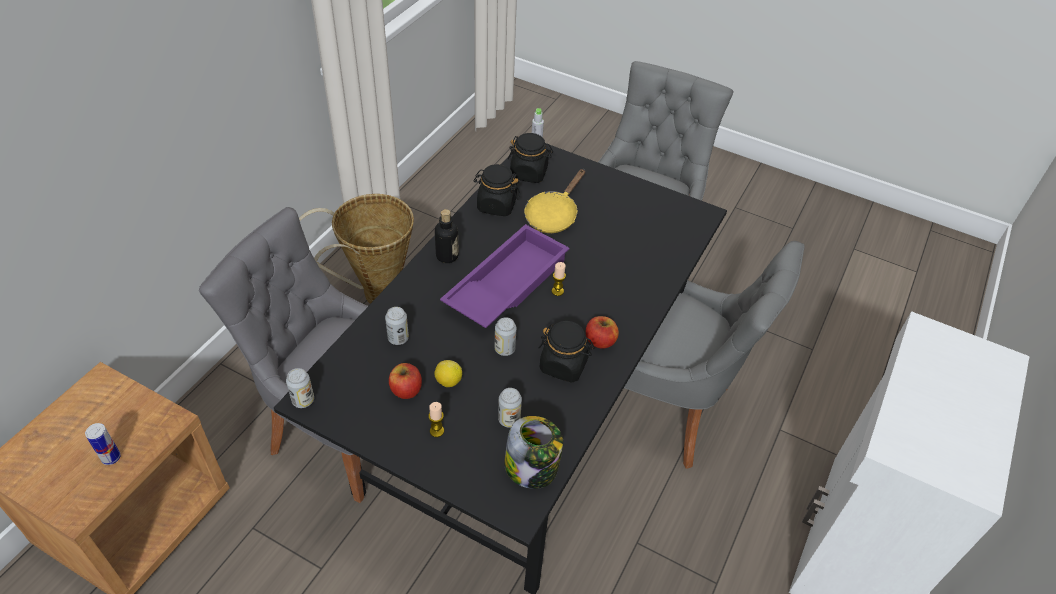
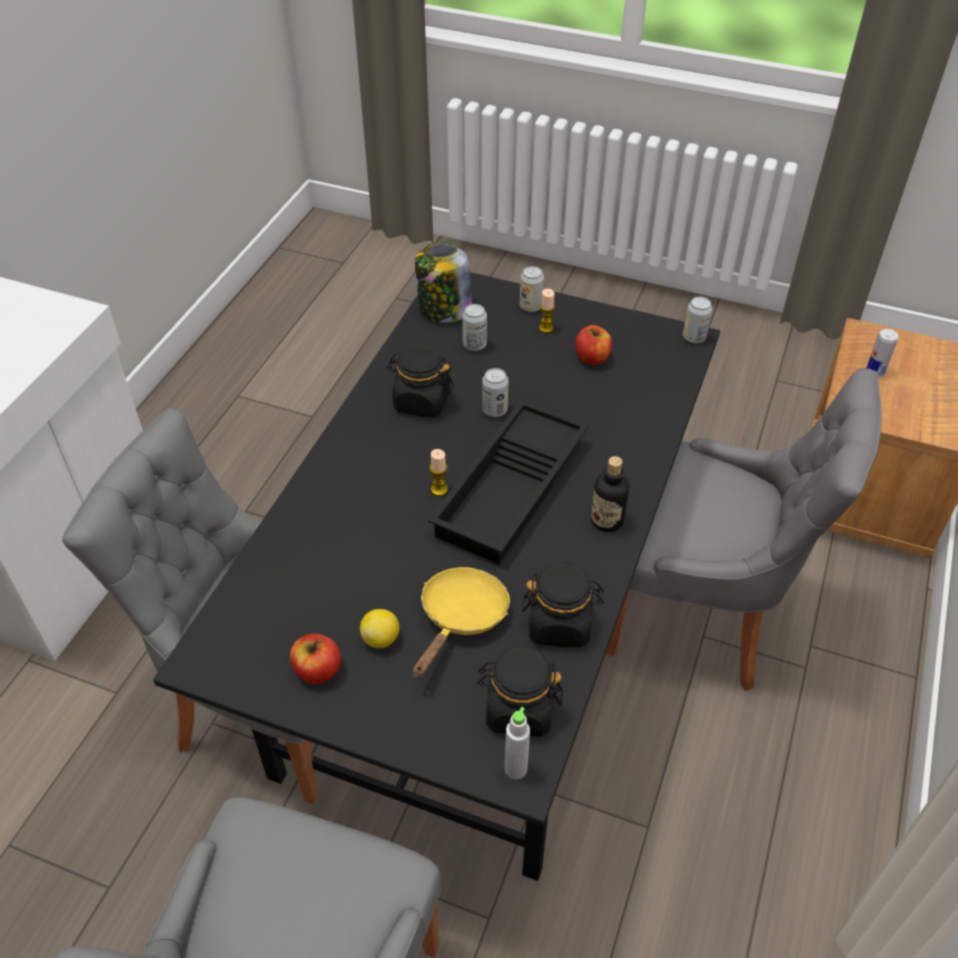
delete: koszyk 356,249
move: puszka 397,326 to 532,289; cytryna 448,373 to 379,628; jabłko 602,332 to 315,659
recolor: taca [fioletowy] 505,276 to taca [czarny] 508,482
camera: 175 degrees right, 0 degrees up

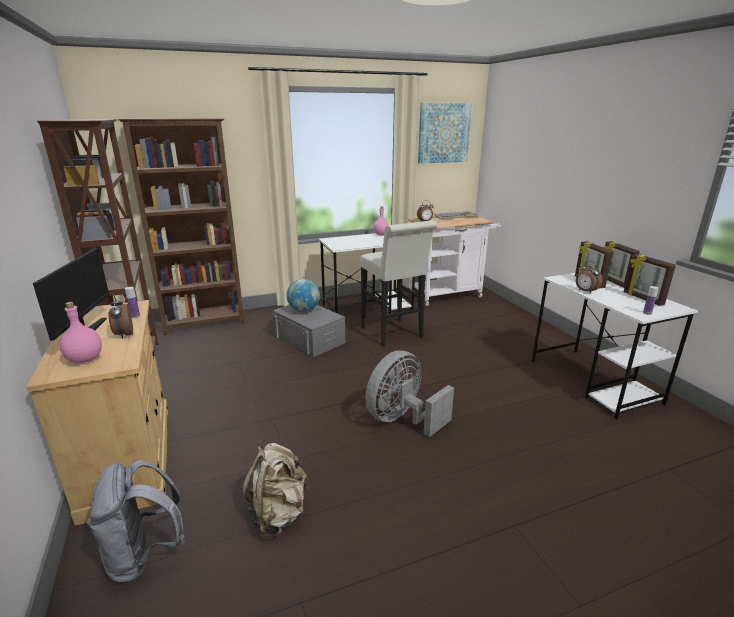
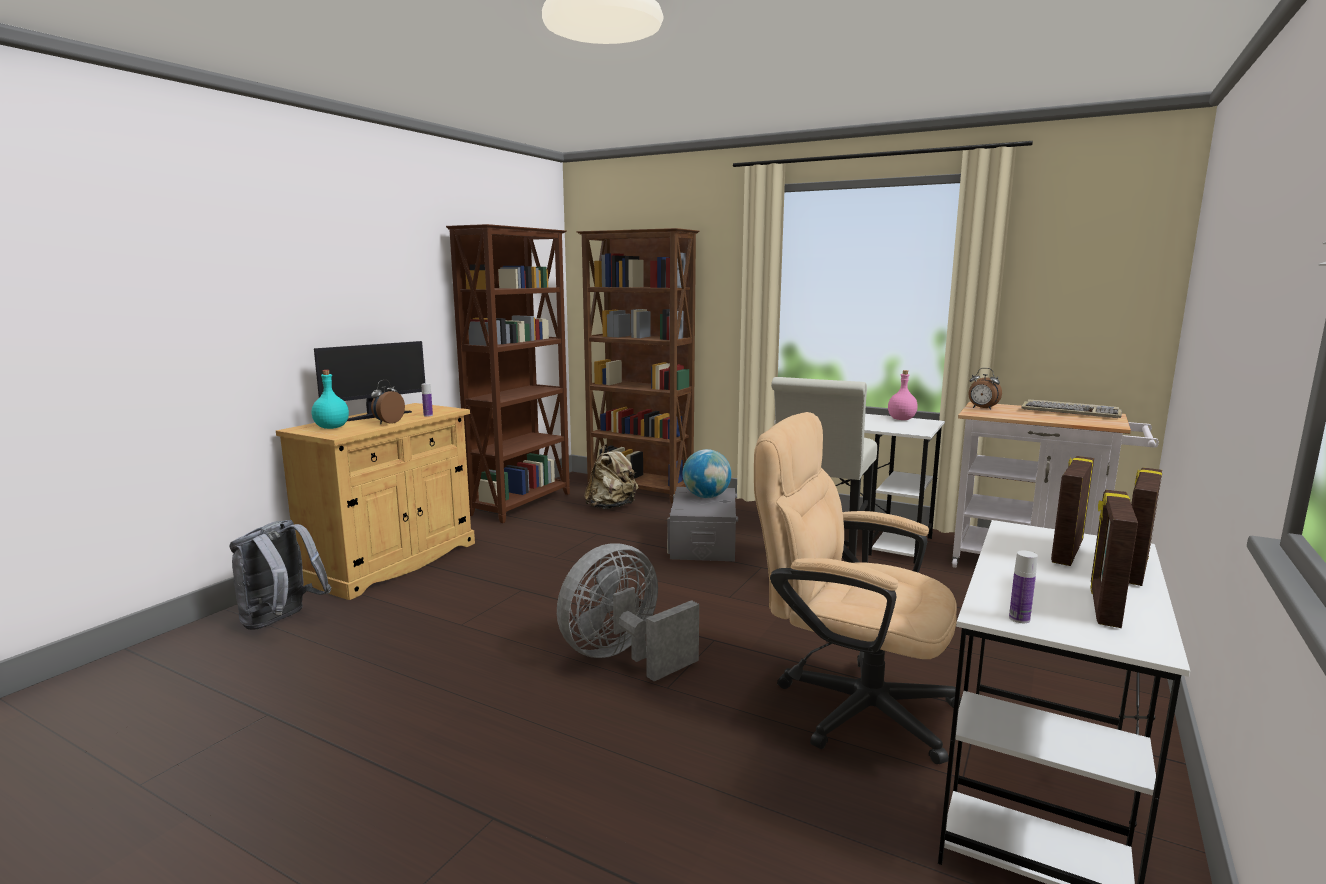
delete: obraz 445,133; budzik 589,277
insert: krzesło biurowe [beżowy] 857,588
move: plecak [beżowy] 275,489 to 611,476
recolor: butelka [różowy] 81,332 to butelka [turkusowy] 330,399
rotate: wentylator [szary] 409,393 = 628,612 45 degrees counterclockwise
camera: 50 degrees right, 10 degrees down

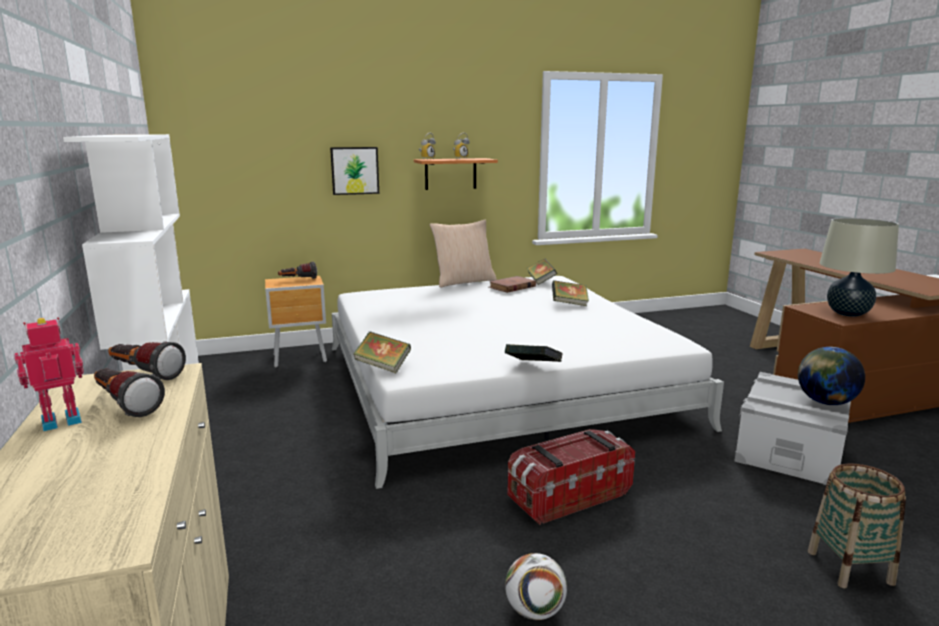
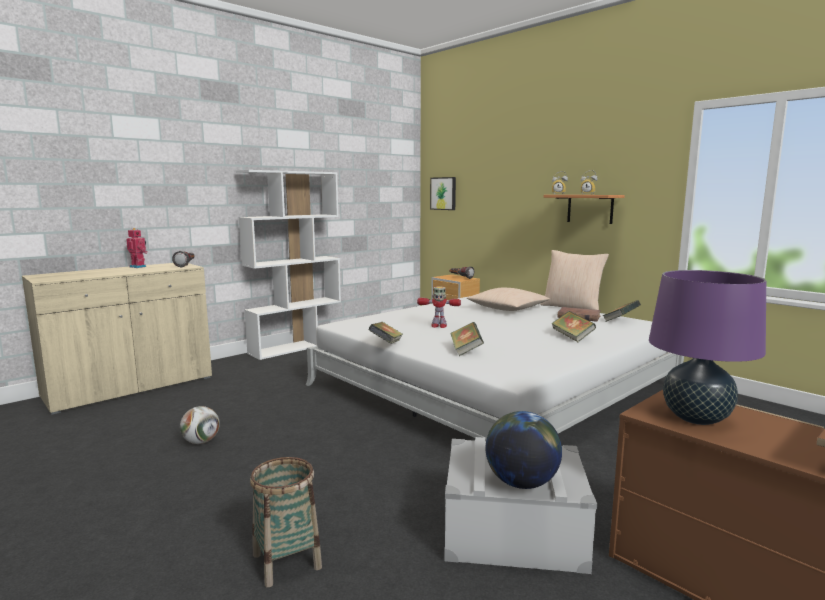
delete: latarka 129,392; pojemnik do przechowywania 571,477
insert: robot zabawkowy 439,307; poduszka [beżowy] 508,299
move: obraz 354,171 to 443,193; książka 382,352 to 467,339
recolor: lampa stołowa [beżowy] 859,267 to lampa stołowa [fioletowy] 707,347
camera: 65 degrees right, 5 degrees down

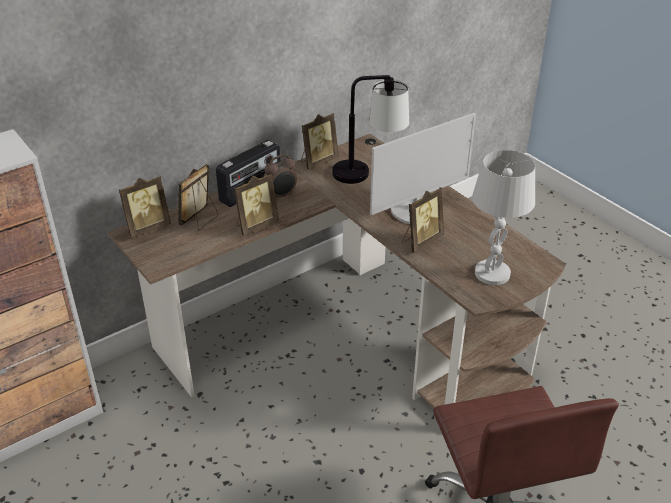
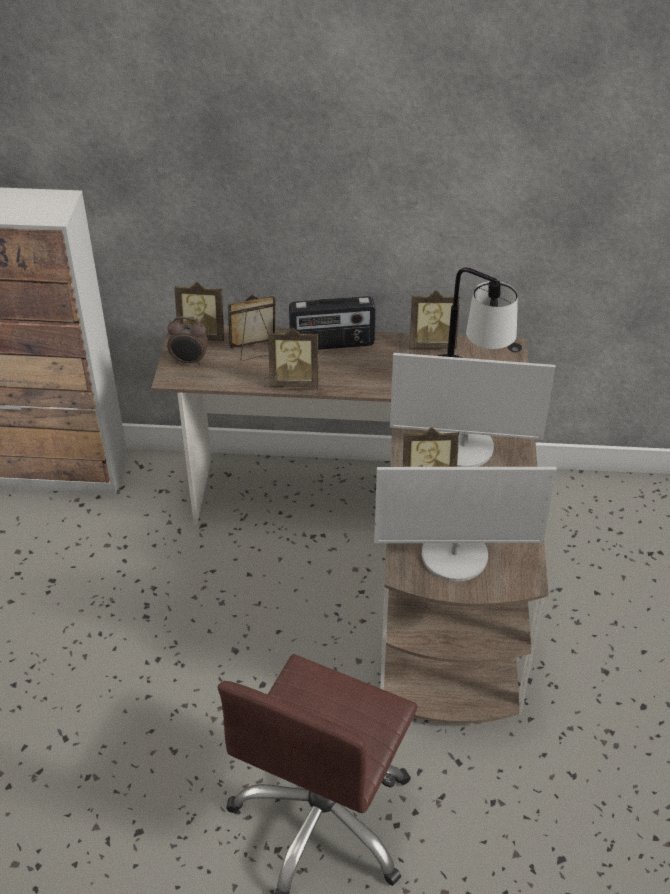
move: budzik 280,176 to 187,341
replace: lampa stołowa [biały] 503,217 to monitor 465,524
camera: 40 degrees right, 5 degrees up

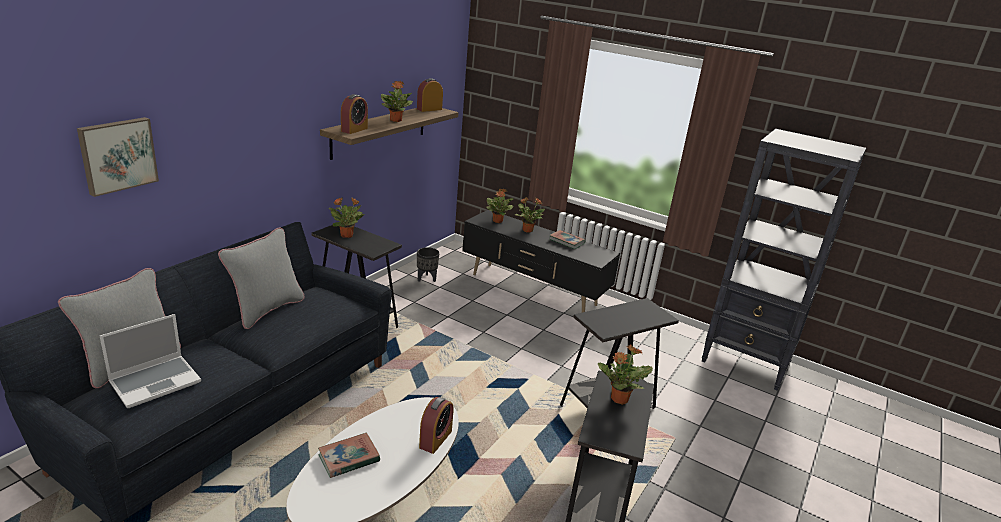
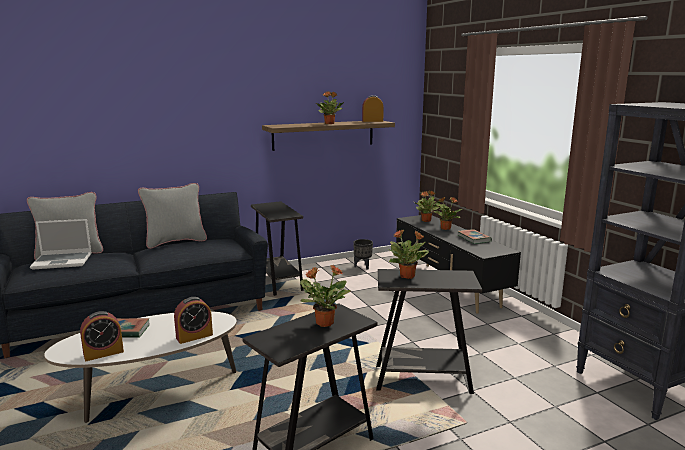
delete: obraz 118,157
move: roślina doniczkowa 346,218 to 408,254; budzik 354,114 to 102,336
camera: 35 degrees right, 10 degrees down

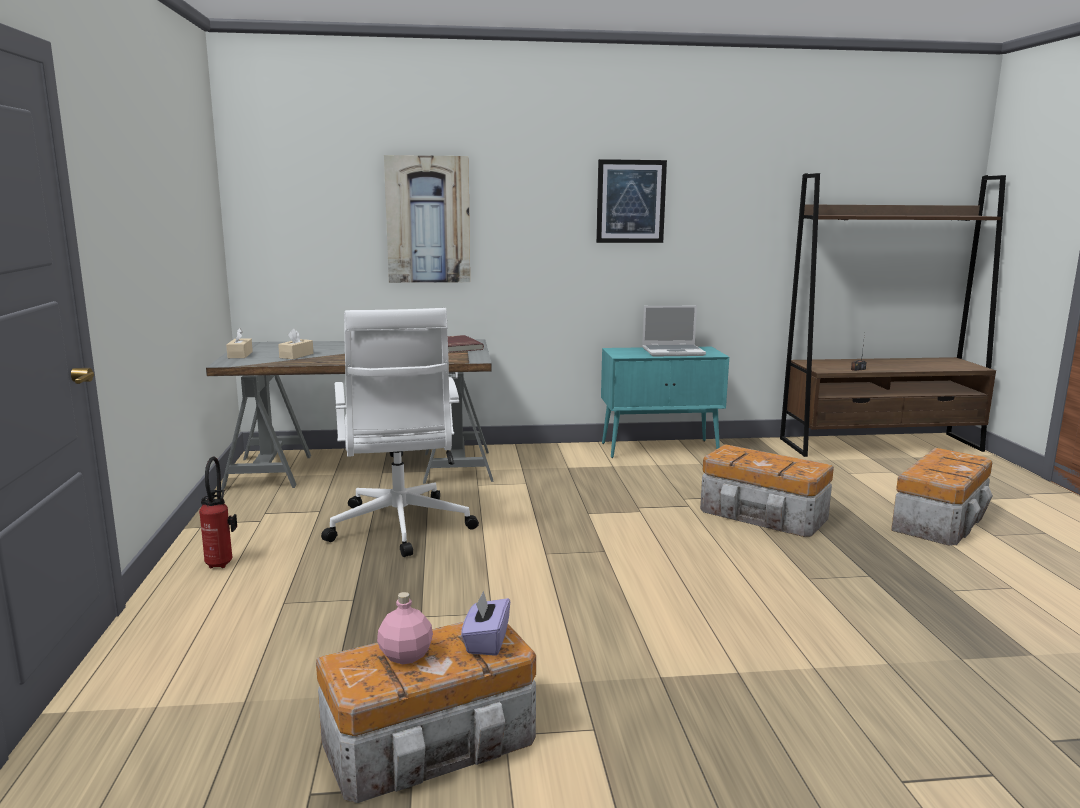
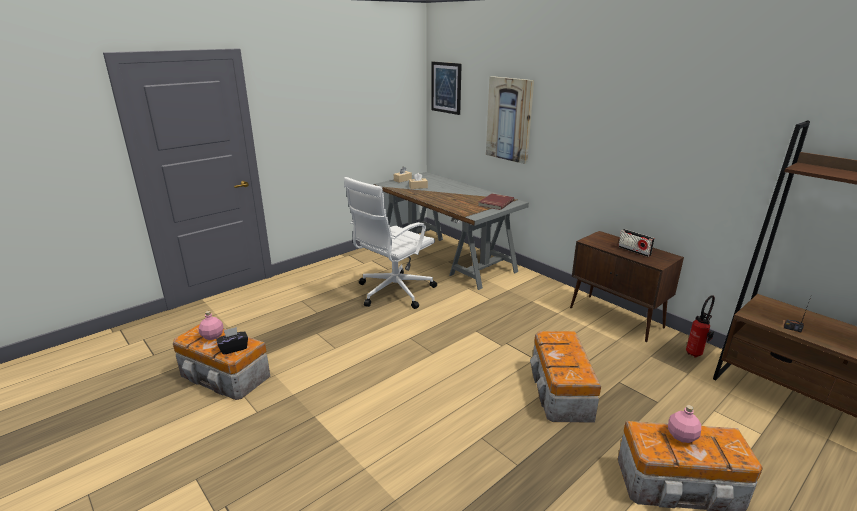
insert: butelka [różowy] 684,424
move: gaśnica 218,512 to 700,326; obraz 631,201 to 446,88
replace: laptop 674,331 to radio 636,243
recolor: pudełko chusteczek [fioletowy] 485,623 to pudełko chusteczek [czarny] 232,341; szafka [turkusowy] 665,402 to szafka [brązowy] 627,286
camera: 55 degrees right, 10 degrees up

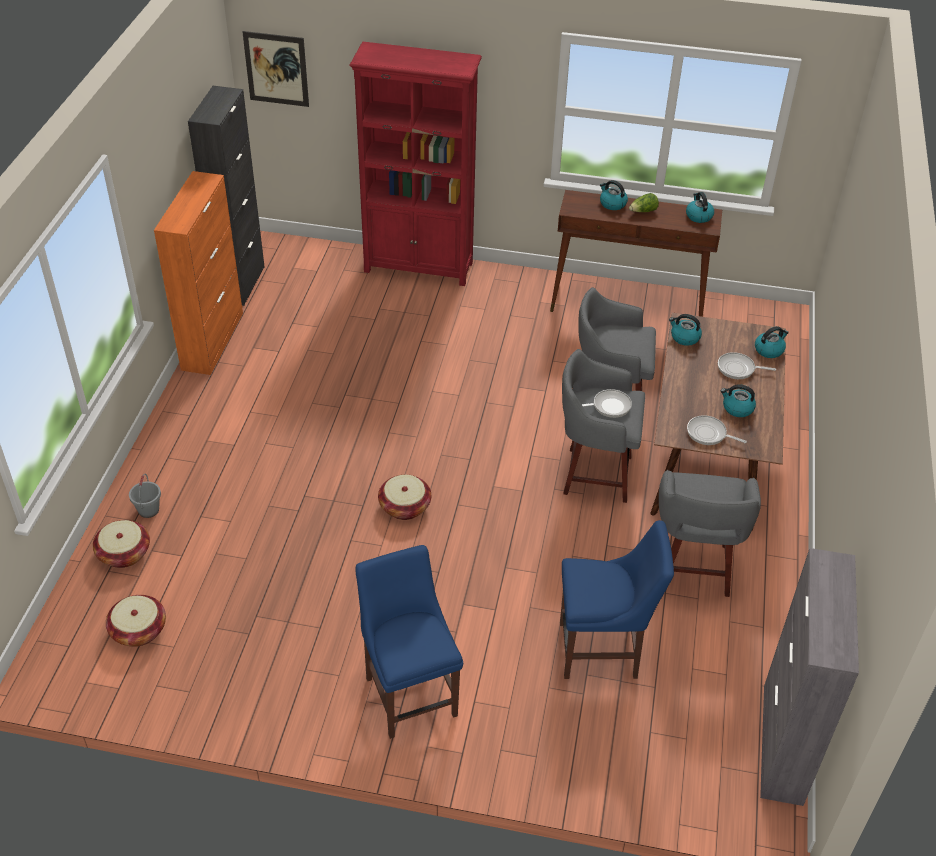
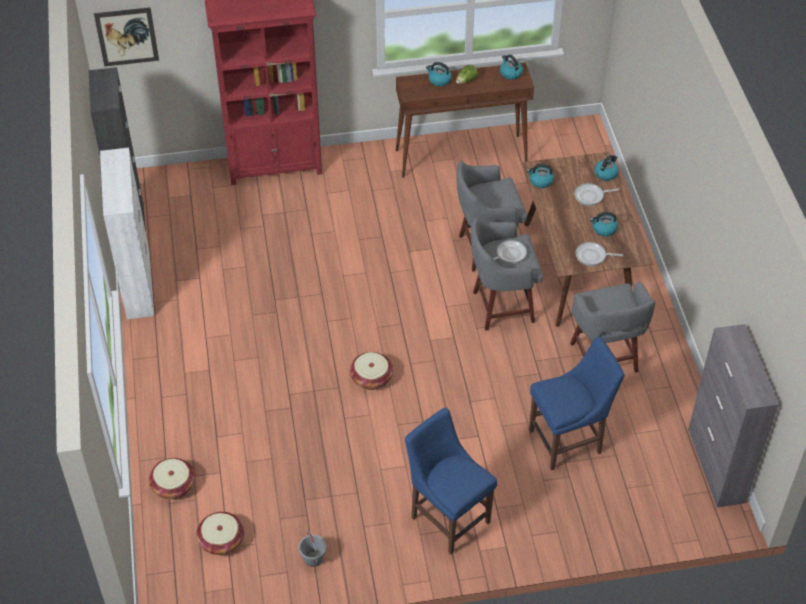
move: wiadro [szary] 145,495 to 312,548
recolor: szafka [pomarańczowy] 198,273 to szafka [biały] 127,233
camera: 20 degrees left, 5 degrees up

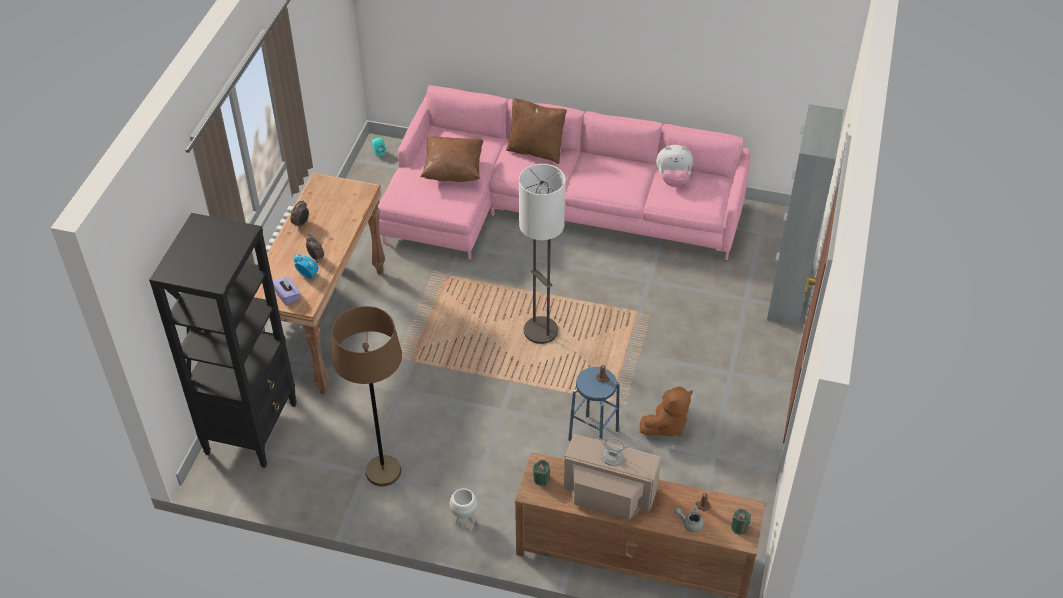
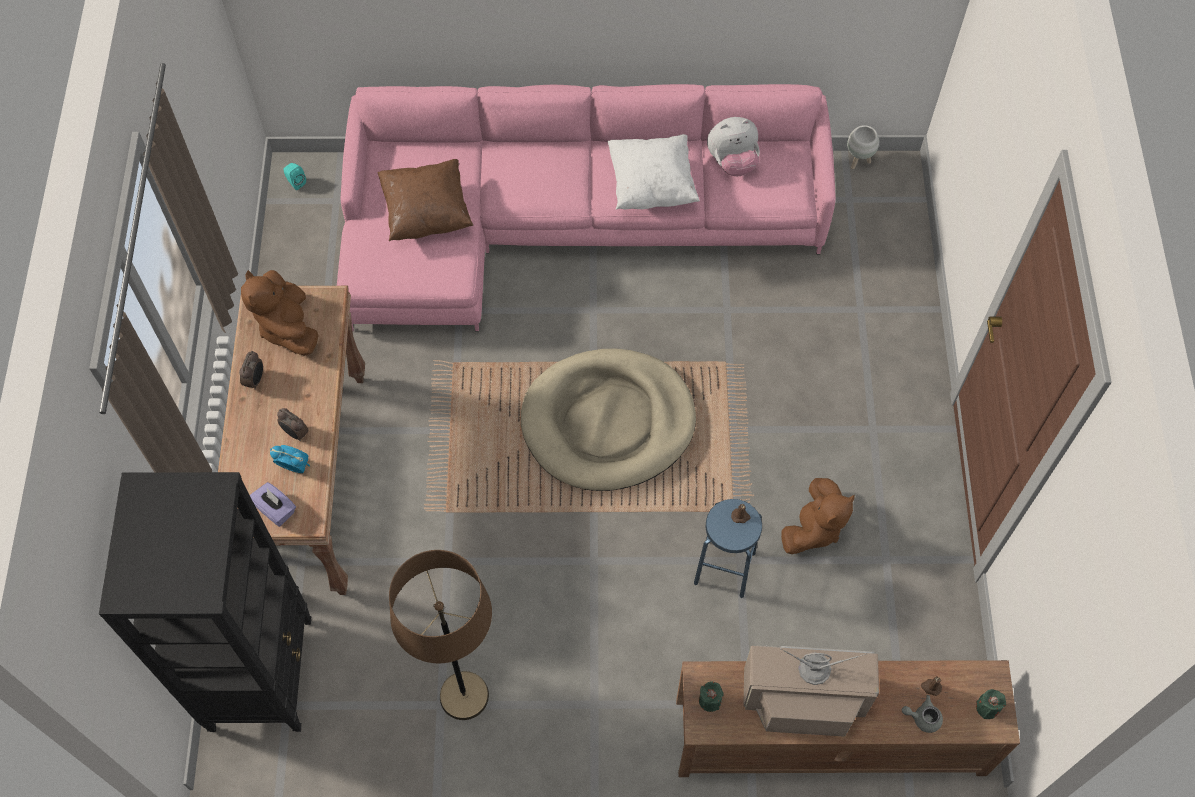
delete: poduszka [brązowy] 536,131; szafka [szary] 805,215
insert: pluszak [brązowy] 279,313; poduszka [biały] 654,172
move: donica [biały] 464,506 to 863,147
replace: lampa stojąca 542,254 to legowisko [beżowy] 608,420
camera: 15 degrees left, 15 degrees up

